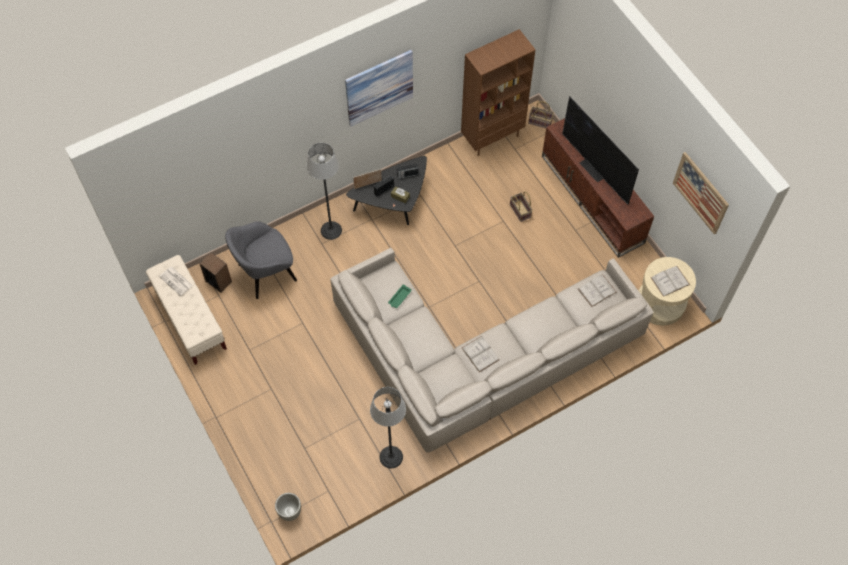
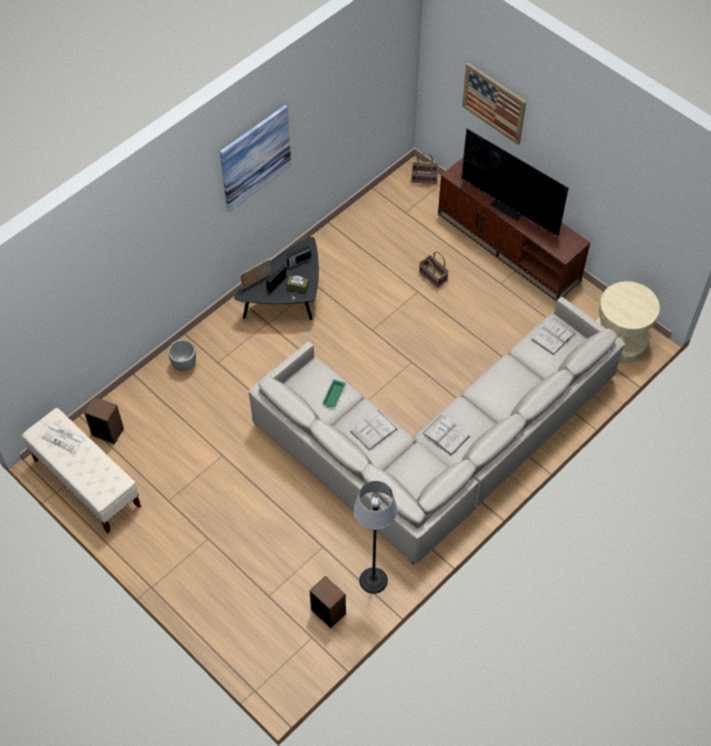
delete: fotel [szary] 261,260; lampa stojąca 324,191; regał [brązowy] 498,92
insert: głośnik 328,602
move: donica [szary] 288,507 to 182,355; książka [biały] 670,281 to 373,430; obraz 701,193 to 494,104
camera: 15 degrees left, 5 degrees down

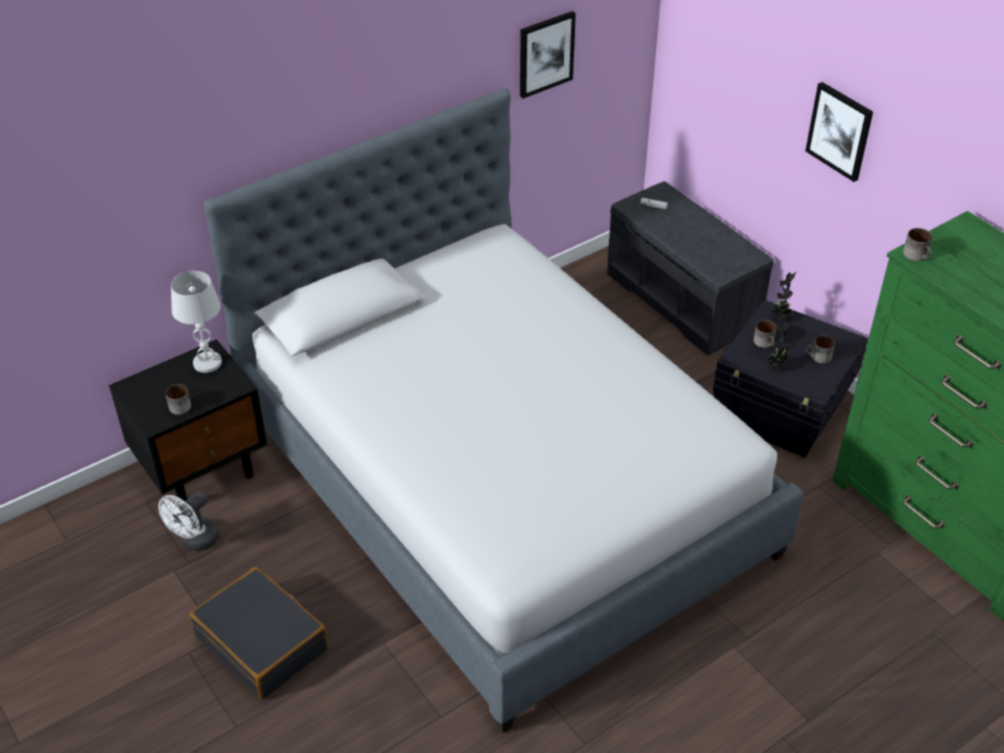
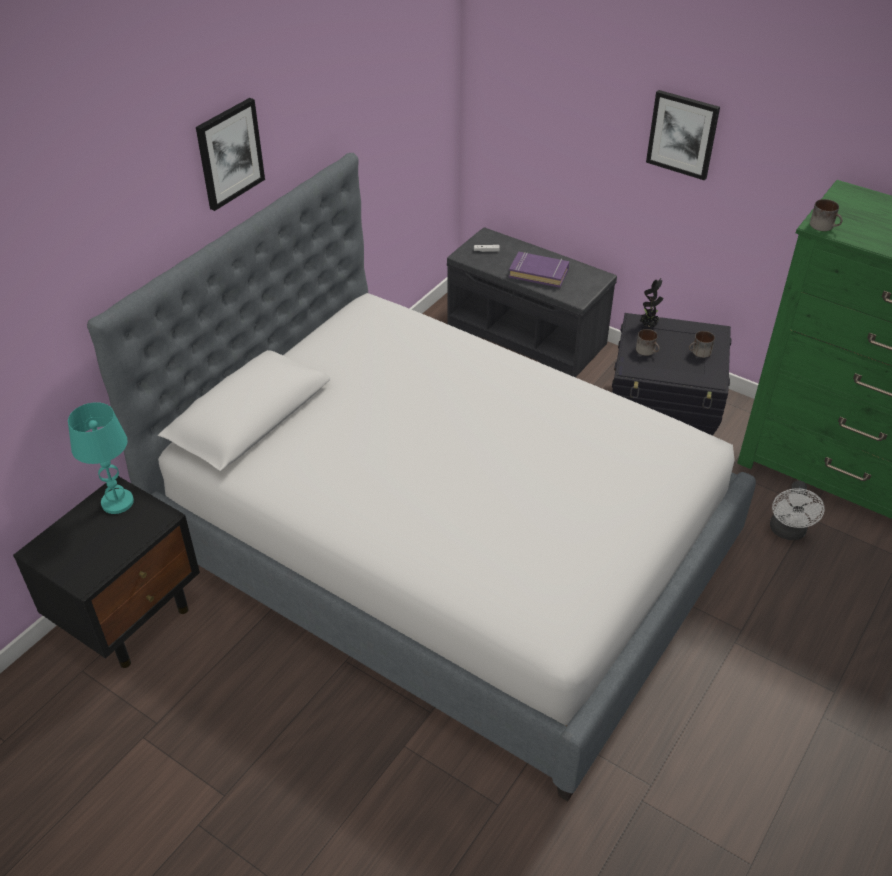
delete: kubek 178,399; walizka [czarny] 258,633; roślina doniczkowa 781,346
insert: książka [fioletowy] 539,270
move: wentylator [biały] 189,521 to 797,510; obraz 548,55 to 230,154
recolor: lampa stołowa [biały] 196,322 to lampa stołowa [turkusowy] 101,458
camera: 20 degrees left, 0 degrees up

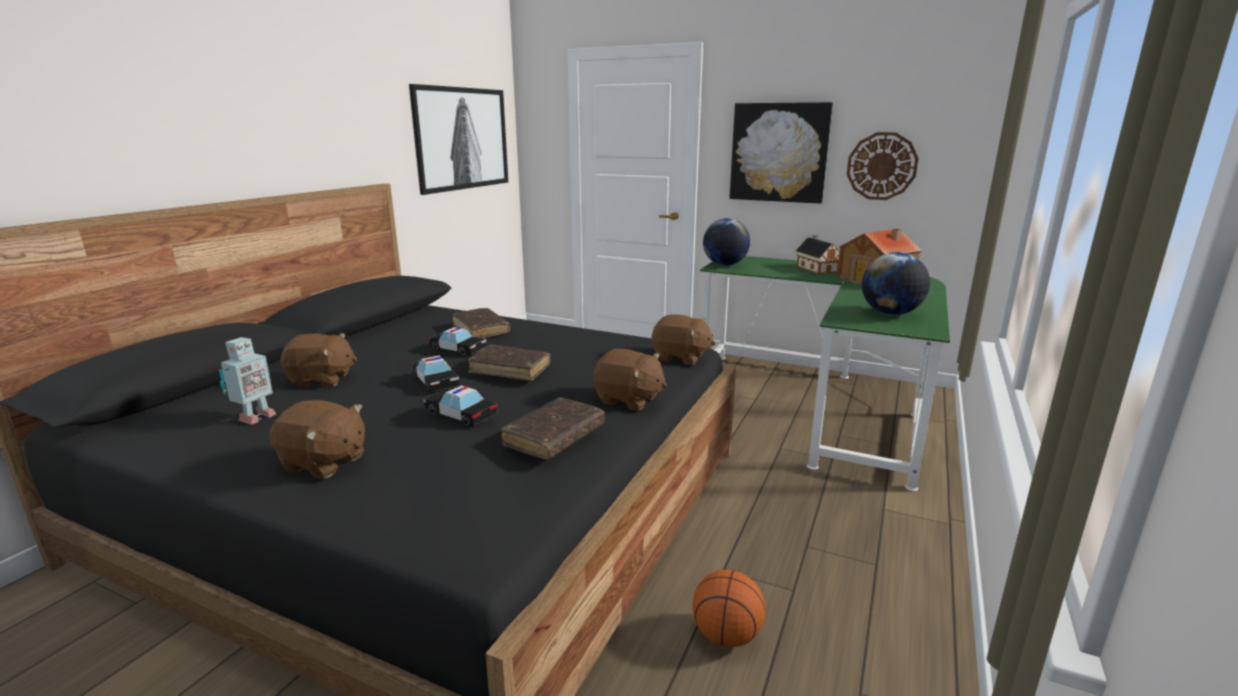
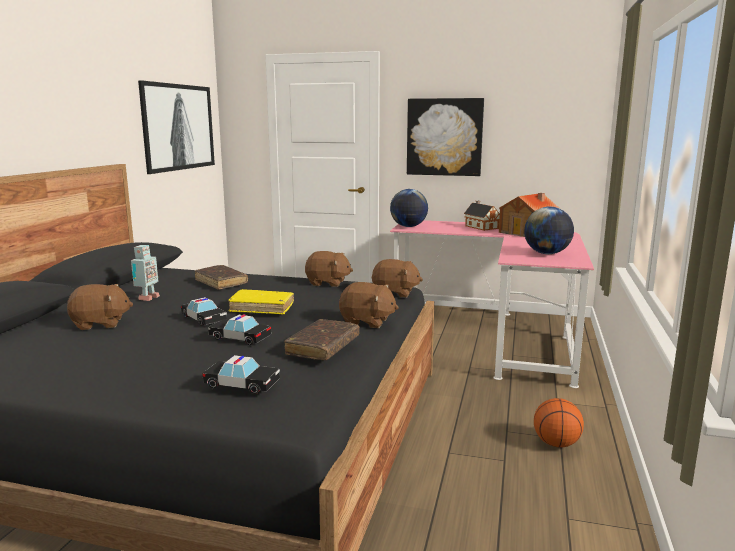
delete: zegar ścienny 883,166
move: robot zabawkowy 247,381 to 145,273; pluszak [brązowy] 317,439 to 329,269; samochodzik 457,341 to 241,374; piłka do koszykówki 728,608 to 559,422
recolor: książka [brązowy] 509,363 to książka [żółty] 261,301; biurko [zielony] 825,373 to biurko [różowy] 492,304
camera: 10 degrees left, 5 degrees down

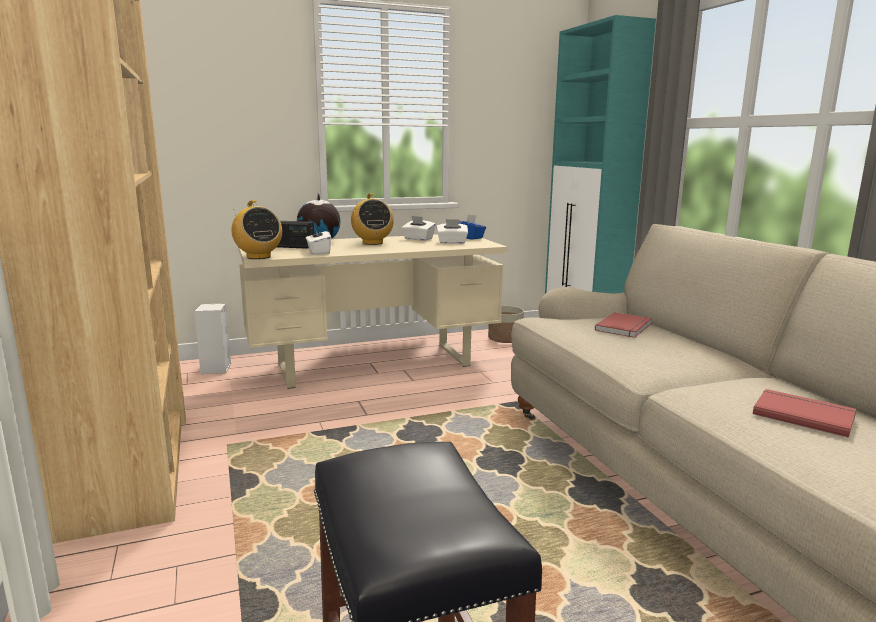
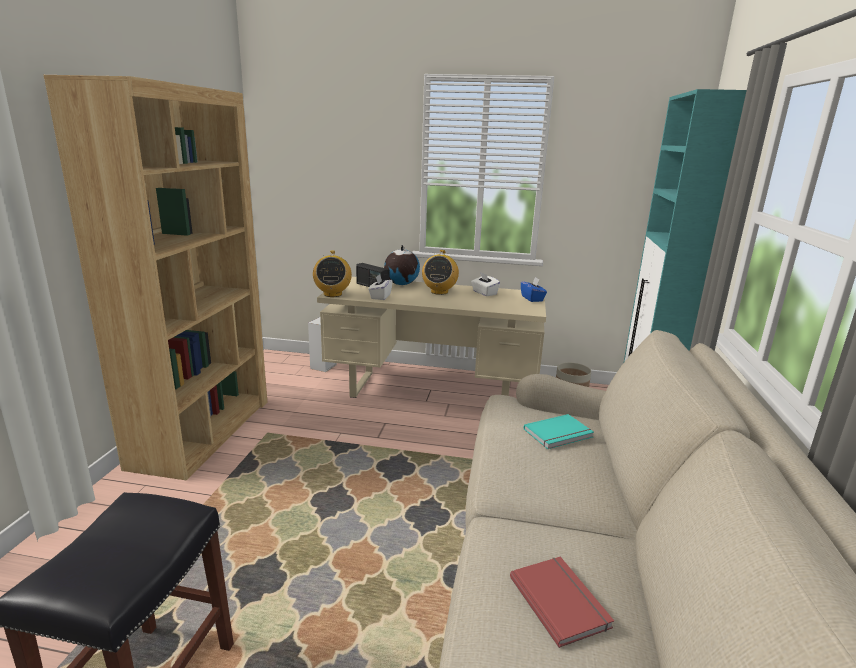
delete: pudełko chusteczek [biały] 452,231
recolor: książka [czerwony] 623,325 to książka [turkusowy] 559,431
camera: 30 degrees right, 5 degrees up

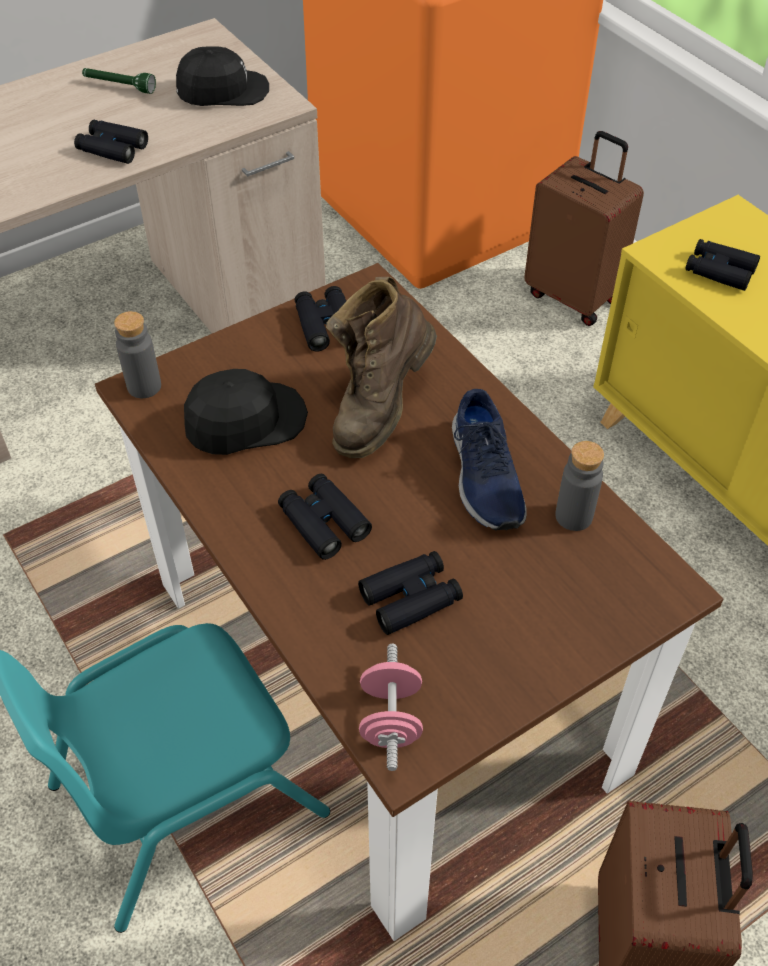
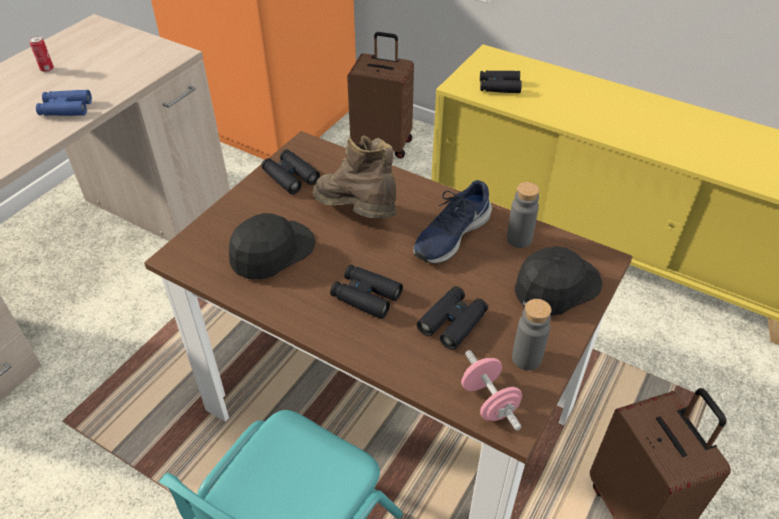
move: butelka [szary] 137,354 to 531,334; czapka z daszkiem [czarny] 222,76 to 559,281
replace: latarka [zielony] 119,81 to puszka 41,54
recolor: lornetka [czarny] 111,142 to lornetka [niebieski] 64,103
rotate: but z cholewką [brązowy] 381,367 = 354,177 135 degrees clockwise; but [niebieski] 489,459 = 452,221 75 degrees clockwise
camera: 25 degrees left, 5 degrees down

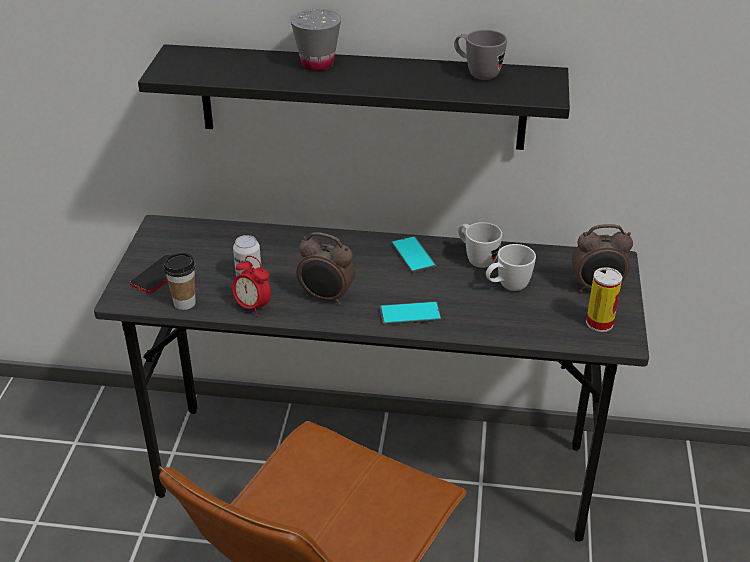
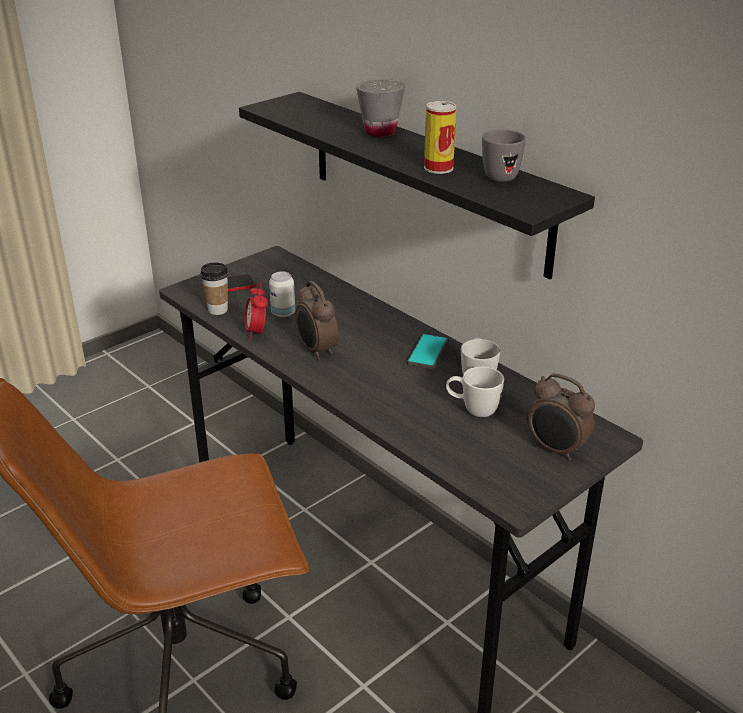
delete: telefon 410,313
move: puszka 604,299 to 440,137
camera: 40 degrees right, 5 degrees down

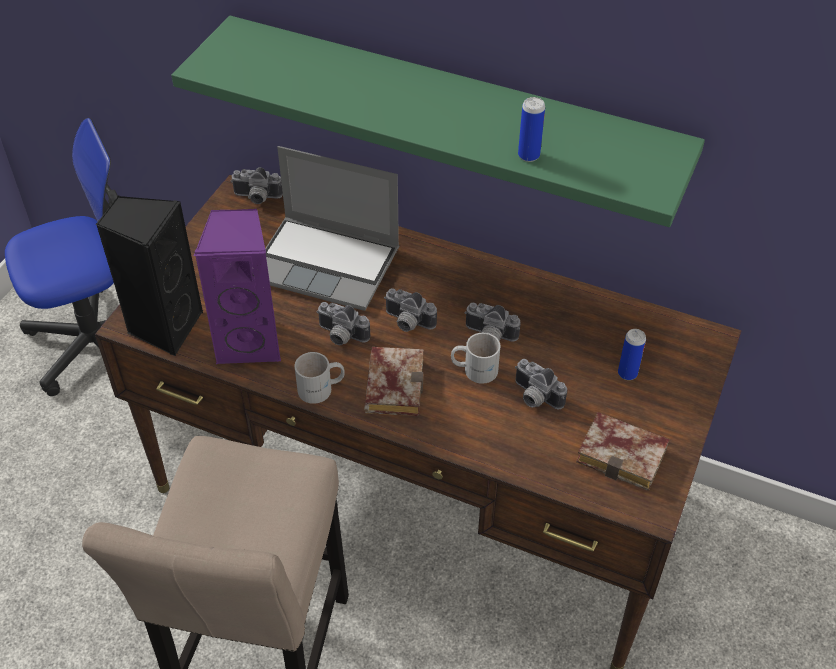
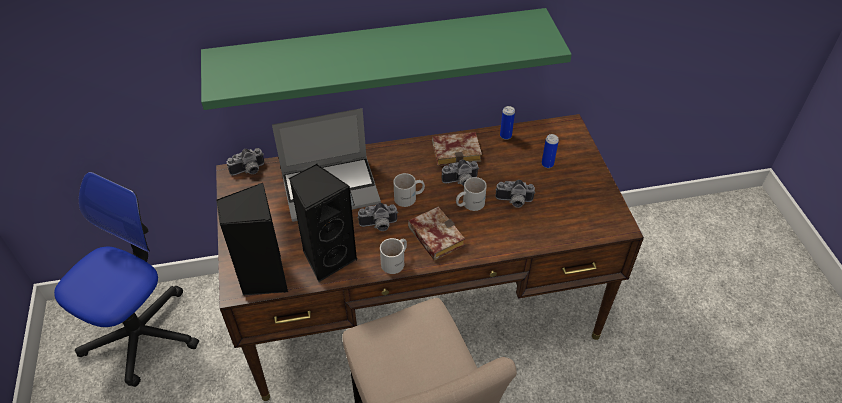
move: puszka 531,129 to 507,123; książka 623,451 to 457,149
replace: aparat fotograficzny 410,310 to kubek [biały] 409,190
recolor: głośnik [fioletowy] 237,286 to głośnik [czarny] 323,223
camera: 35 degrees left, 0 degrees up

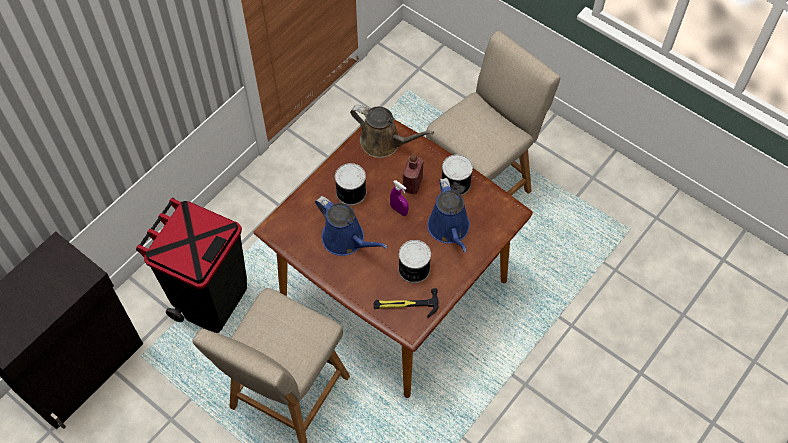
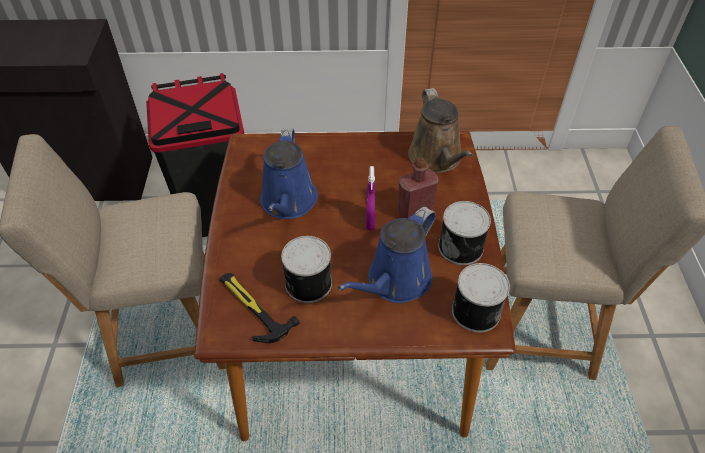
move: puszka 350,184 to 481,298
camera: 50 degrees right, 10 degrees down

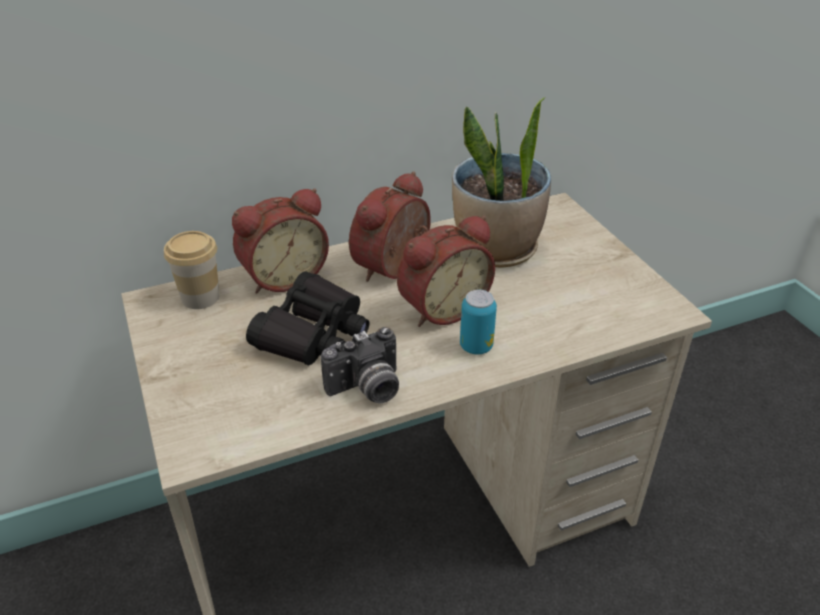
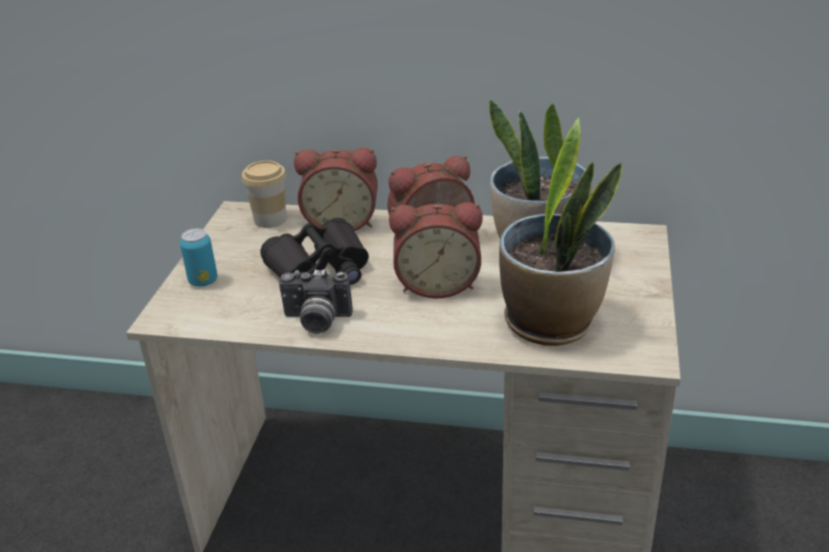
insert: roślina doniczkowa 560,232
move: puszka 478,322 to 199,257
camera: 35 degrees right, 5 degrees down

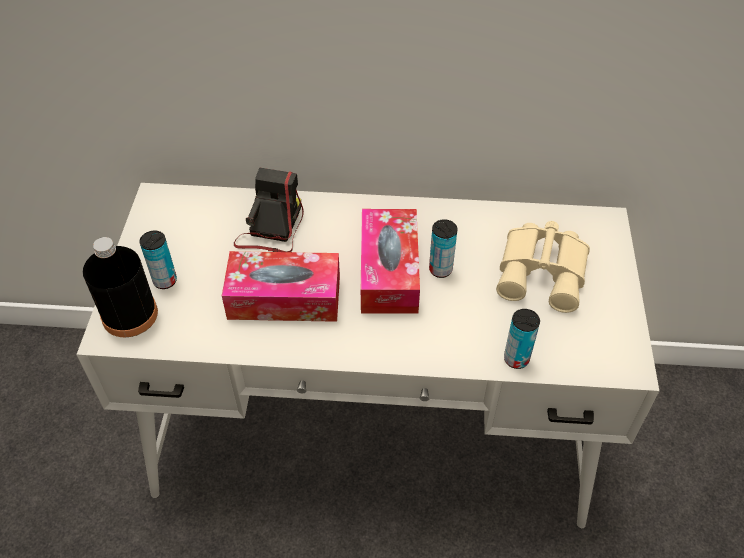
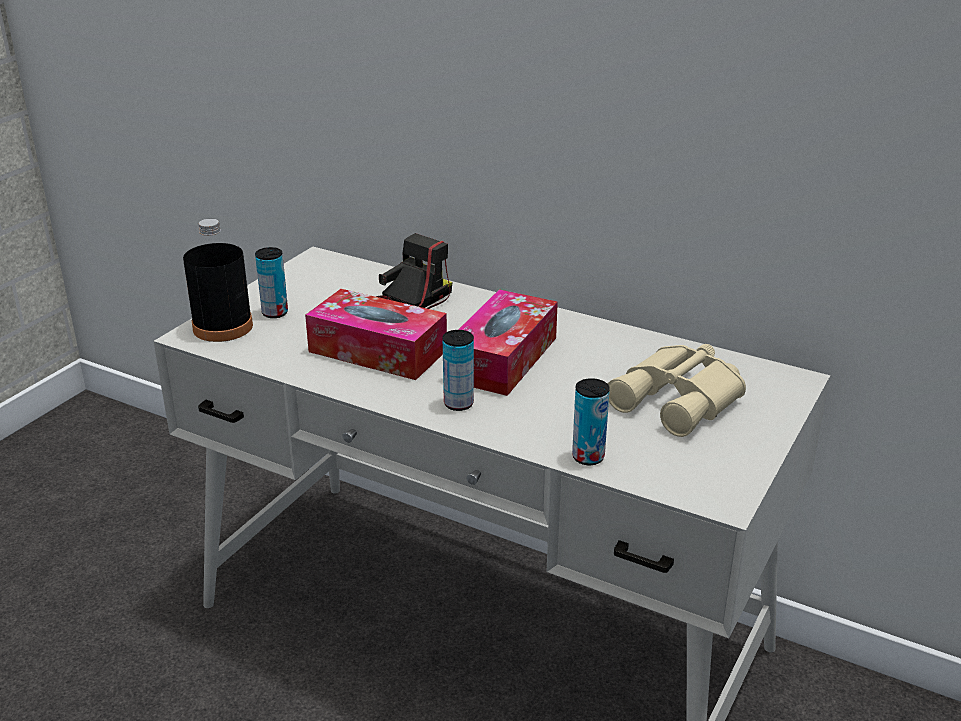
move: puszka 443,248 to 458,370
camera: 25 degrees right, 20 degrees down

